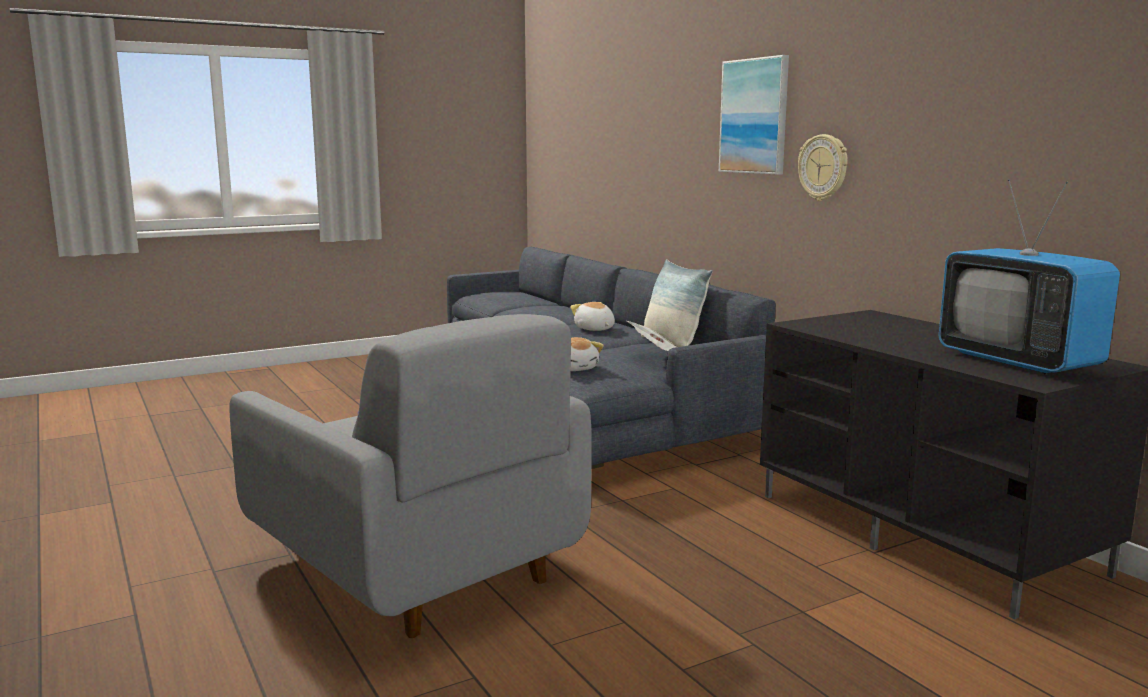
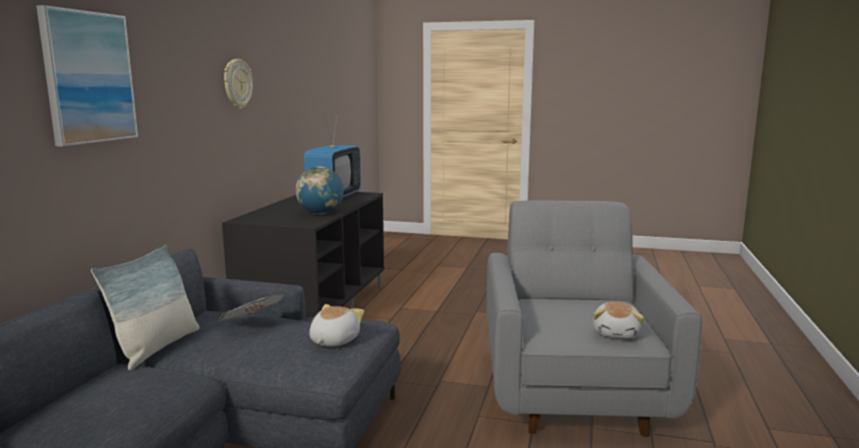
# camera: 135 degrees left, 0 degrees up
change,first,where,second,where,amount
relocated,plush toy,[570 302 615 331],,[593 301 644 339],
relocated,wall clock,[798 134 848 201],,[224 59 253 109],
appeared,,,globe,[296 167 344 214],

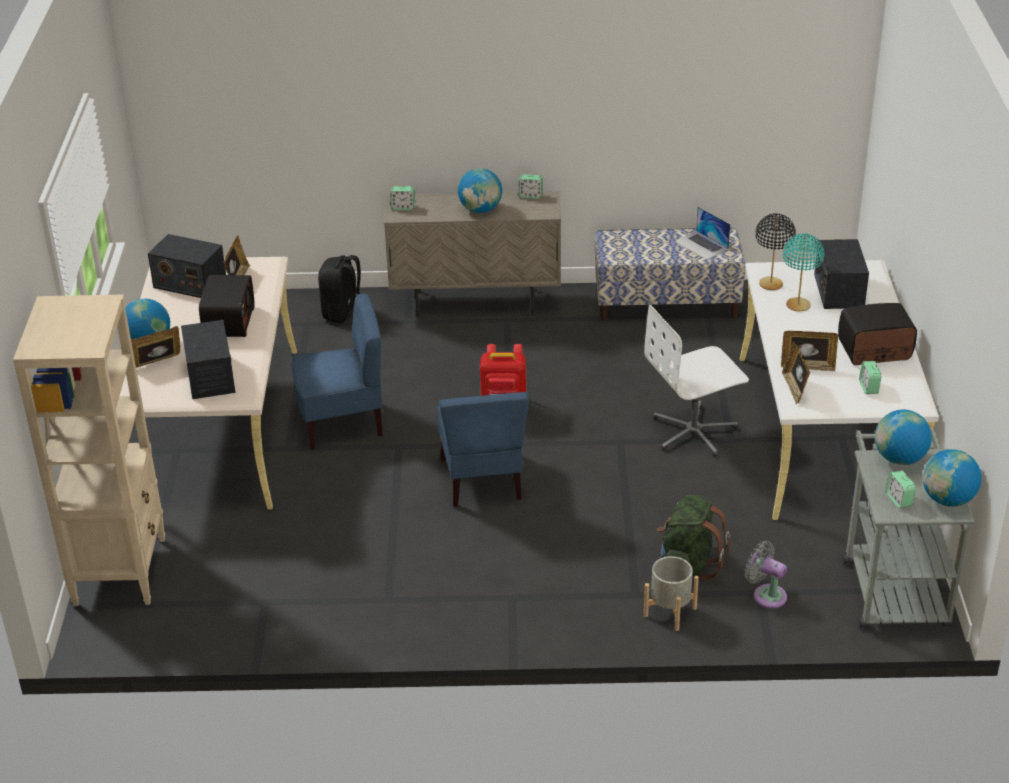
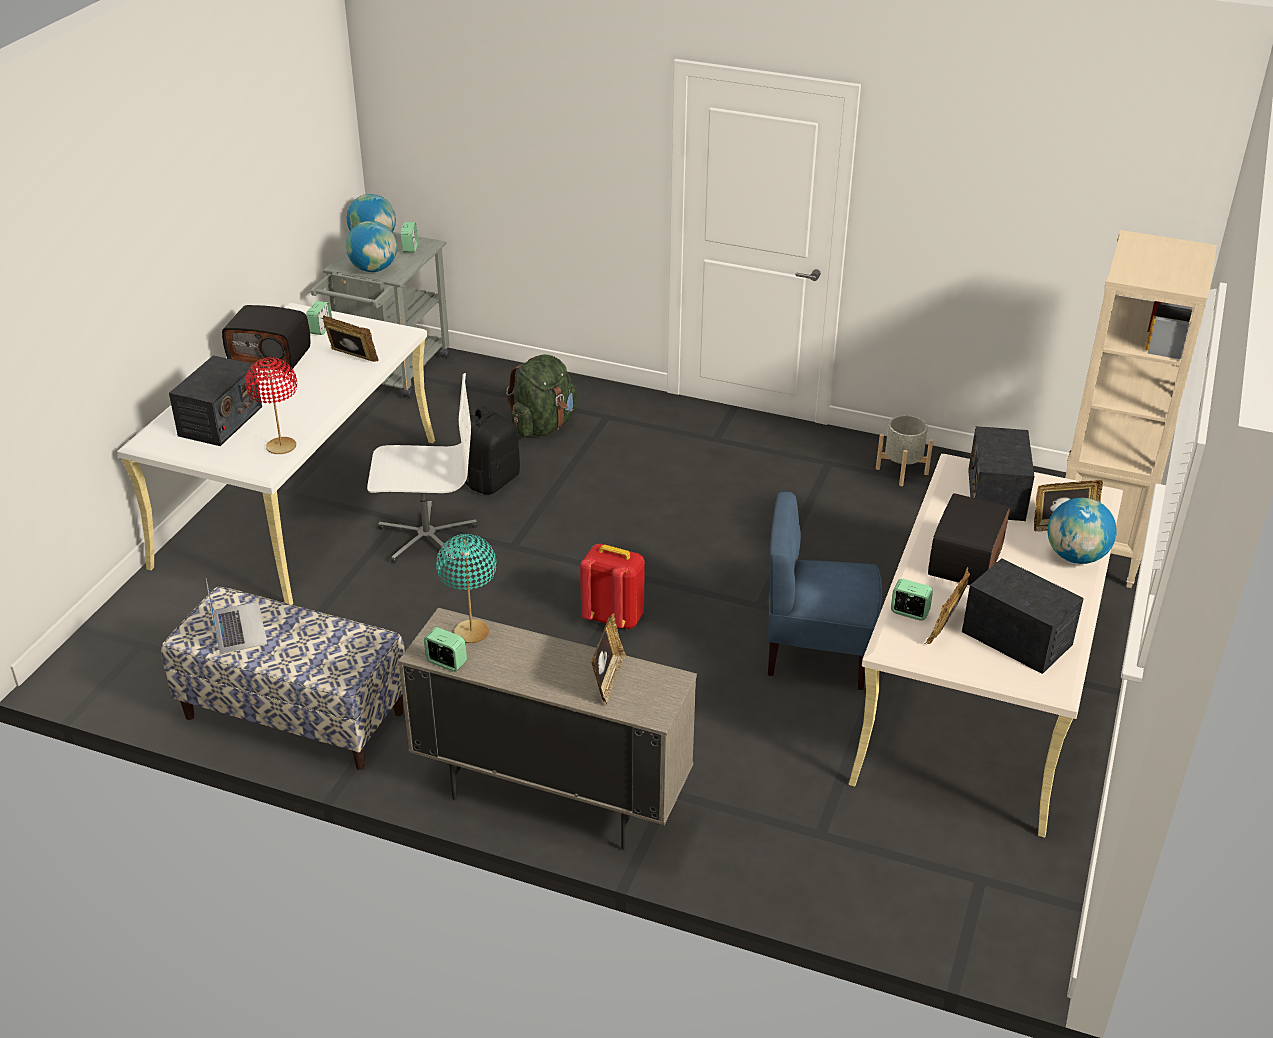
# camera: 160 degrees left, 0 degrees up
change,first,where,second,where,amount
relocated,black backpack,[318 255 361 323],,[465 406 520 495],
relocated,alarm clock,[390 186 415 210],,[891 579 933 621],
missing,blue chair,[436 392 529 507],,,
missing,globe,[458 168 502 213],,,
relocated,grey planter,[644 556 699 631],,[876 415 933 486],
missing,grey fan,[745 541 787 609],,,
colour,black table lamp,[755 213 796 290],red table lamp,[245 357 297 454],
relocated,picture frame,[782 341 810 404],,[591 613 626 704],
relocated,turquoise table lamp,[783 233 824 312],,[436 534 496 643],

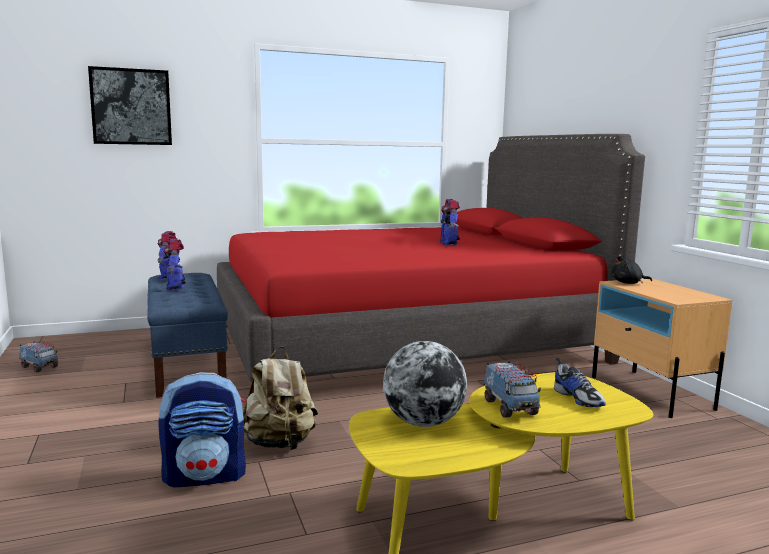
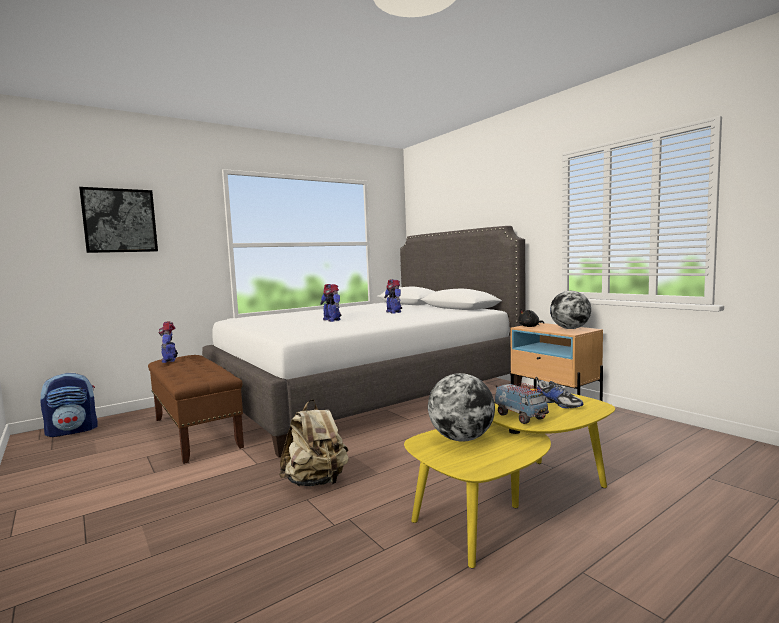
# camera: 15 degrees left, 5 degrees down
change,first,where,second,where,amount
missing,toy truck,[19 341 59 373],,,
colour,blue bench,[147 273 228 398],brown bench,[148 355 244 464],
relocated,backpack,[158 372 246 487],,[41 372 98 437],
relocated,toy robot,[164 238 186 290],,[320 284 341 322],
colour,red bed,[217 134 645 382],white bed,[202 226 526 457],
appeared,,,globe,[550 291 591 329],

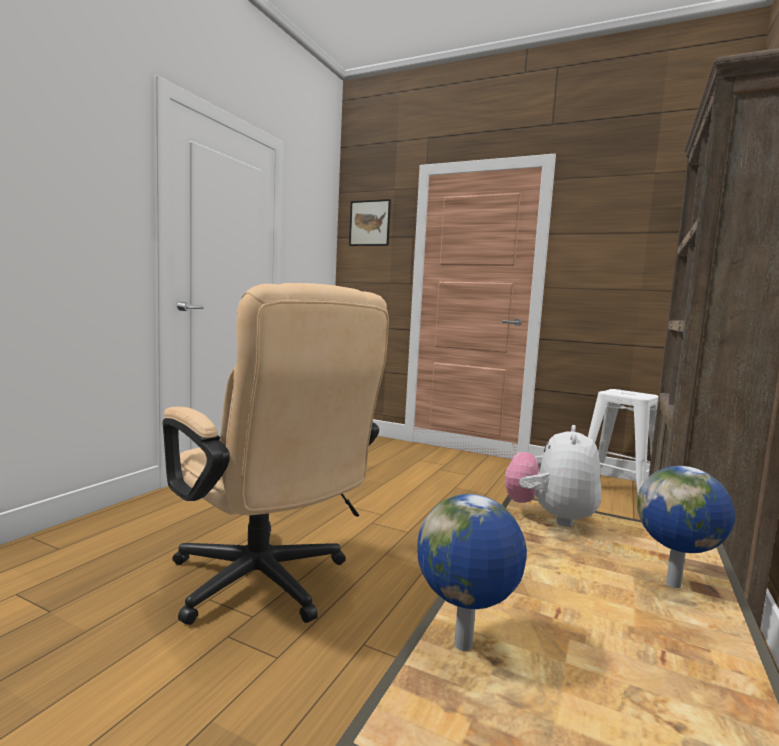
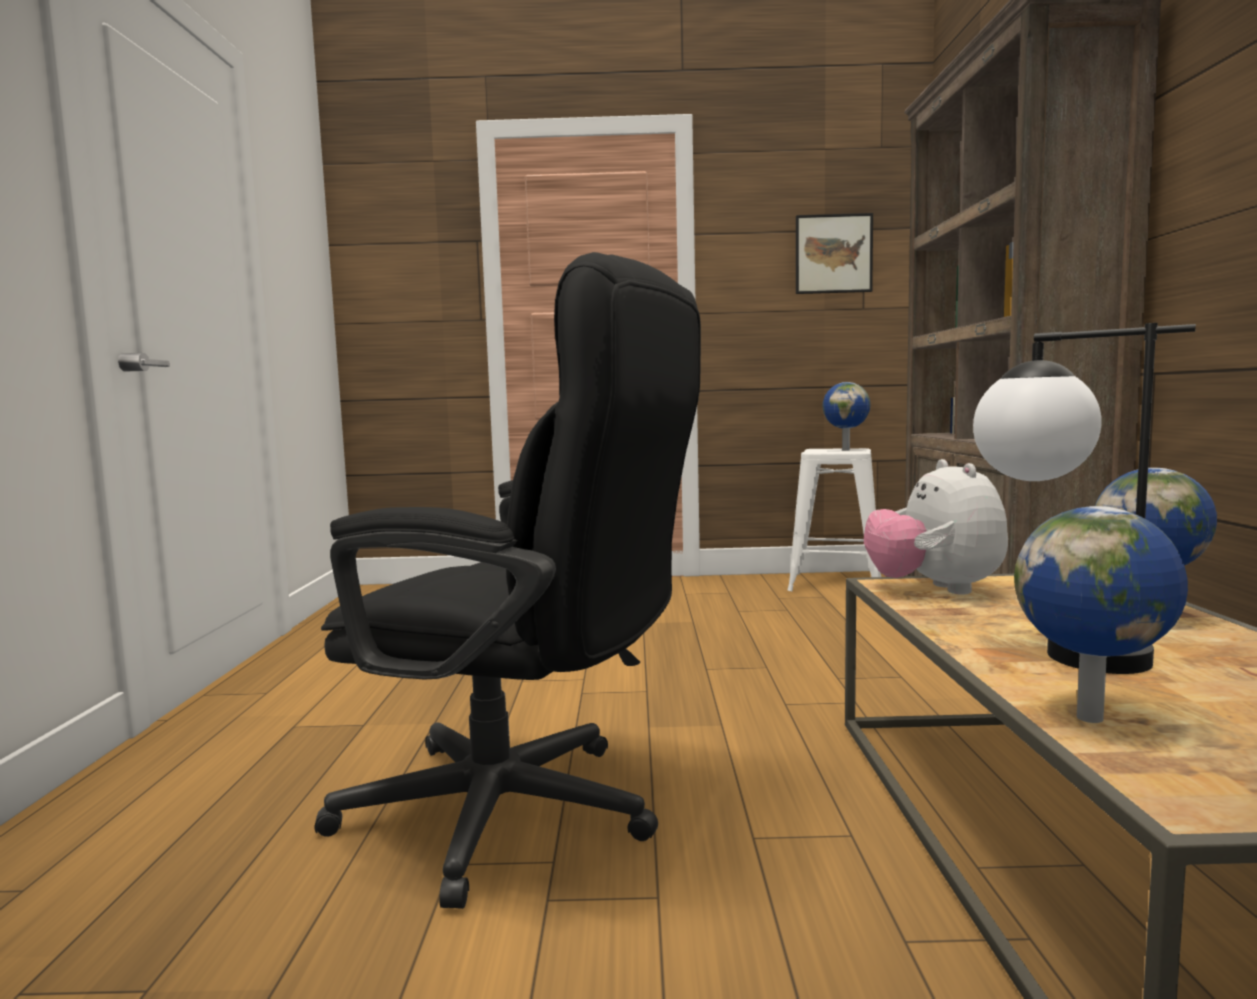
# camera: 25 degrees left, 0 degrees up
change,first,where,second,where,amount
colour,beige office chair,[163 283 389 625],black office chair,[315 252 701 909],
relocated,picture,[349 199 391 246],,[796 213 873 294],
appeared,,,globe,[823 382 870 451],
appeared,,,table lamp,[973 323 1196 674],

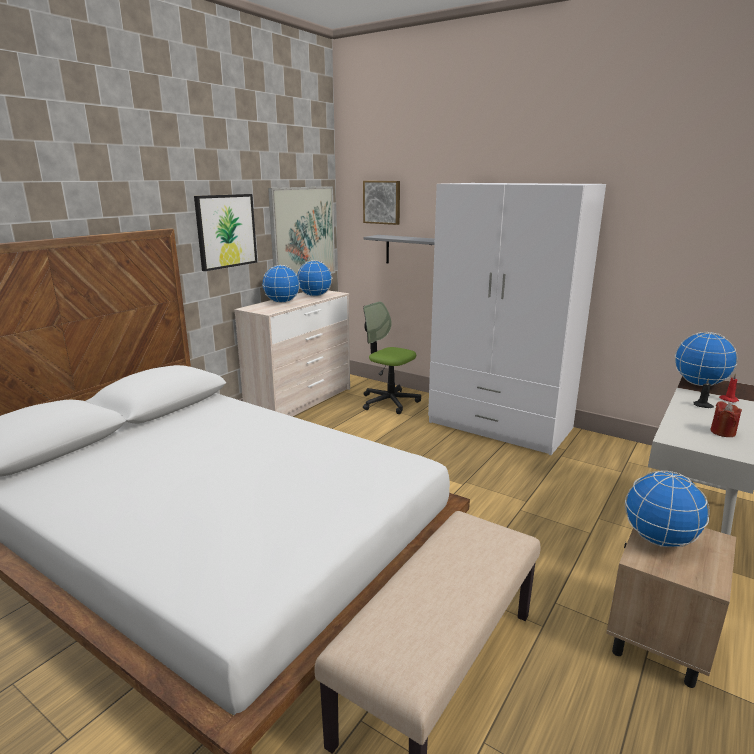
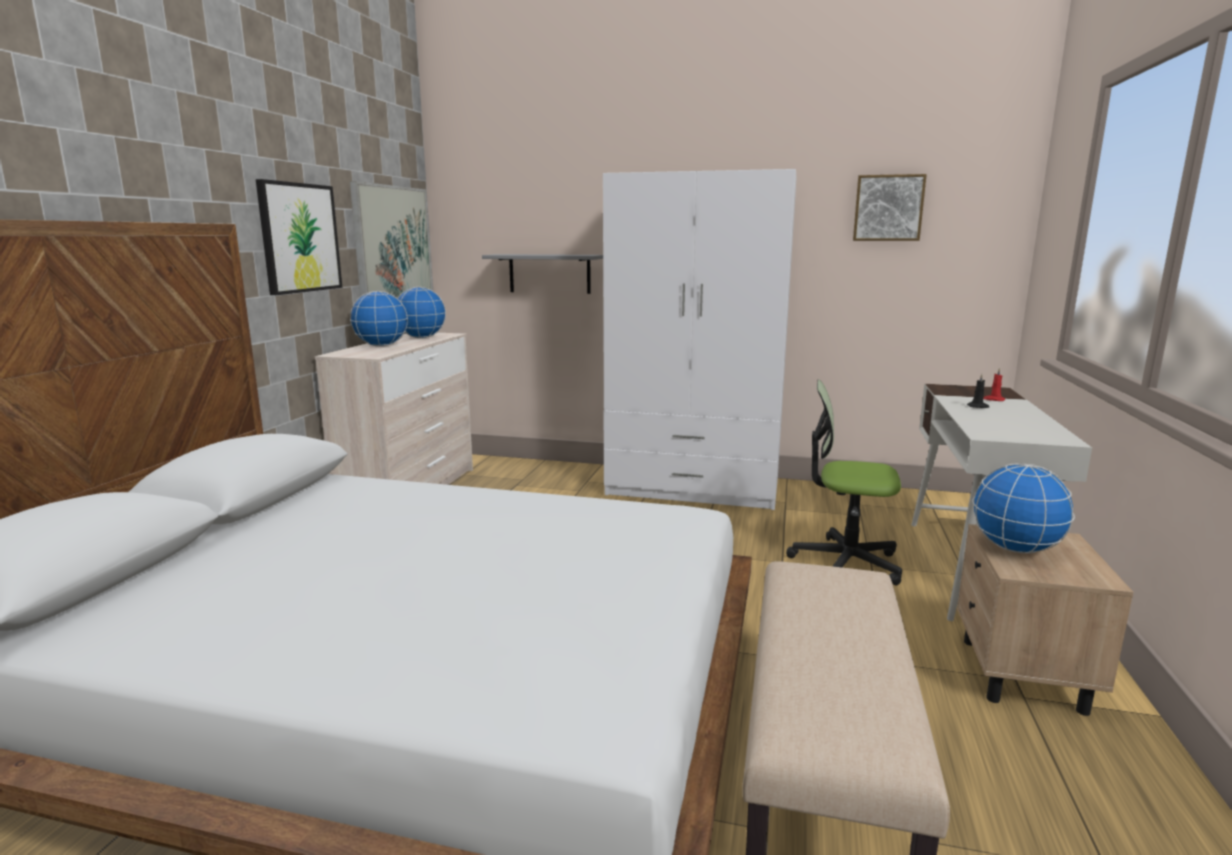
# camera: 20 degrees left, 5 degrees down
change,first,where,second,where,amount
relocated,picture,[363 181 400 225],,[853 174 927 241],
relocated,office chair,[363 302 421 414],,[786 380 902 585],
missing,globe,[675 332 738 386],,,
missing,red candle,[710 401 742 437],,,

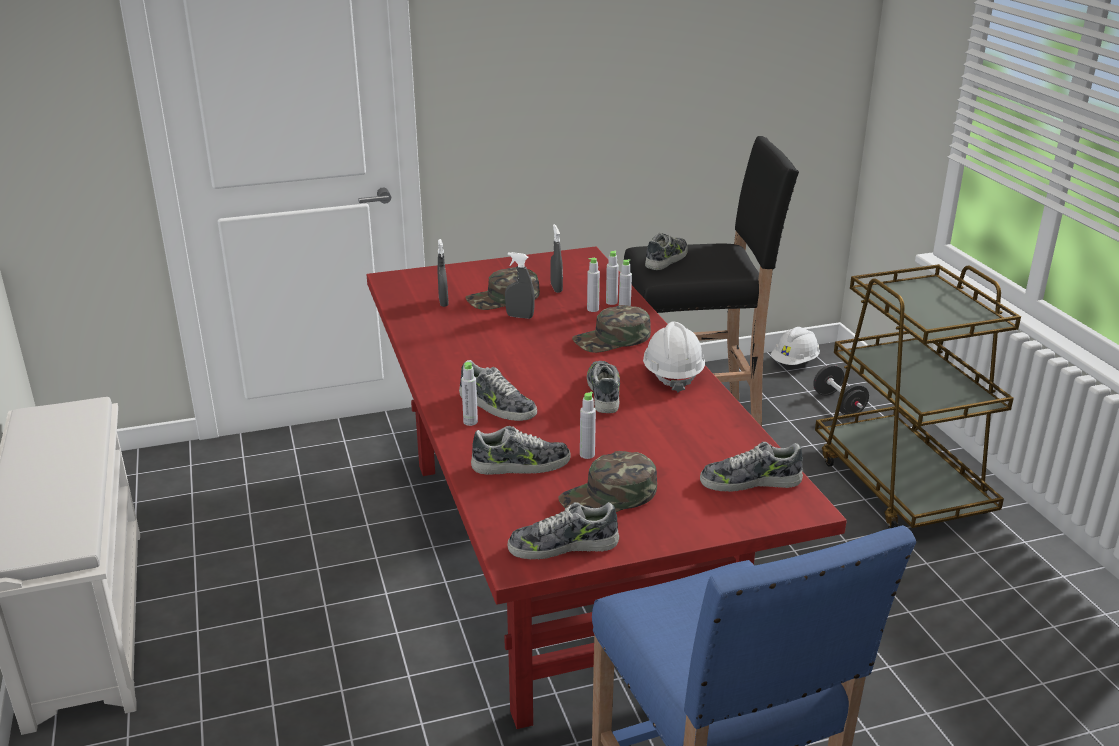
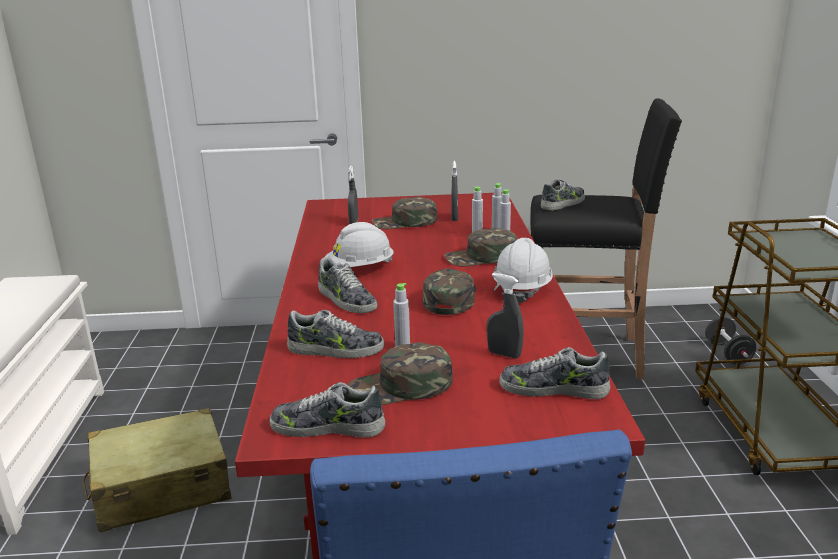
# camera: 15 degrees right, 5 degrees down
change,first,where,second,where,amount
missing,grey bottle,[461 362 478 426],,,
relocated,grey spray bottle,[505 252 535 319],,[487 273 524 358],
exchanged,shoe,[587 361 620 413],green cap,[423 269 476 315],
relocated,white hard hat,[771 327 820 365],,[325 222 394 267],
appeared,,,beige suitcase,[83 408 231 533],

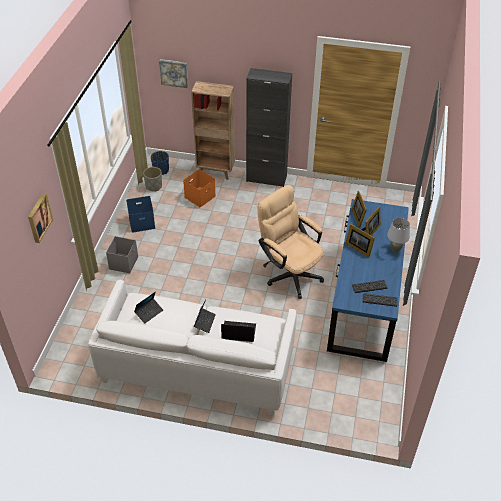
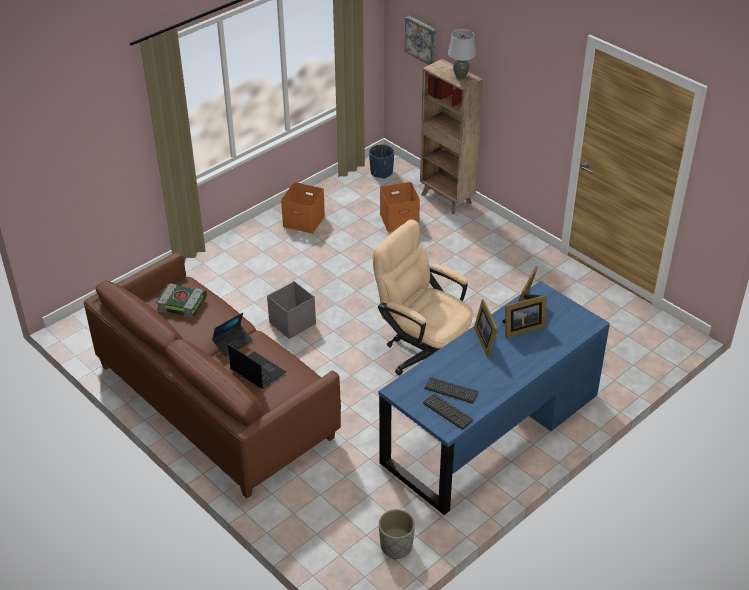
# camera: 35 degrees right, 5 degrees down
change,first,where,second,where,amount
missing,picture,[28 193 53 243],,,
colour,white sofa,[88 280 296 415],brown sofa,[84 252 341 499],
relocated,grey storage box,[106 236 138 273],,[267 281 316 339],
colour,blue storage box,[126 196 155 233],orange storage box,[281 182 325 234],
exchanged,laptop,[134 292 163 324],book,[156 283 207 318],
relocated,grey planter,[143 167 162 191],,[379 509 415 559],
missing,black cabinet,[246 68 292 187],,,
spun,beige office chair,[258 185 324 299],,[373 219 473 375],45 degrees counterclockwise
relocated,grey table lamp,[387 218 410 253],,[448 29 476 79],

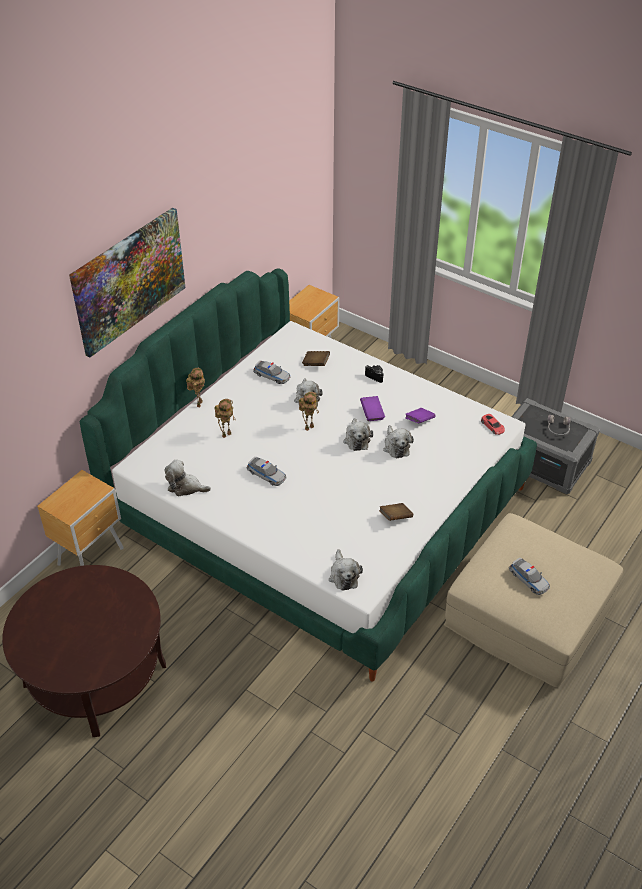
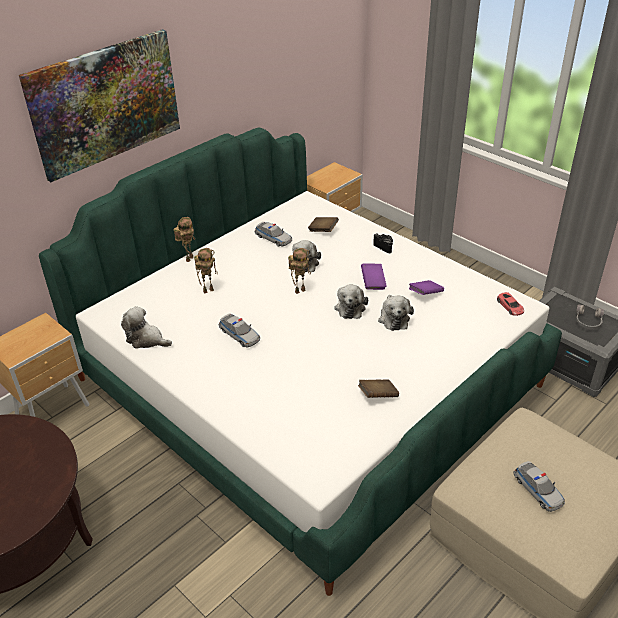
# camera: 10 degrees right, 5 degrees down
change,first,where,second,where,amount
missing,plush toy,[329 549 363 591],,,

